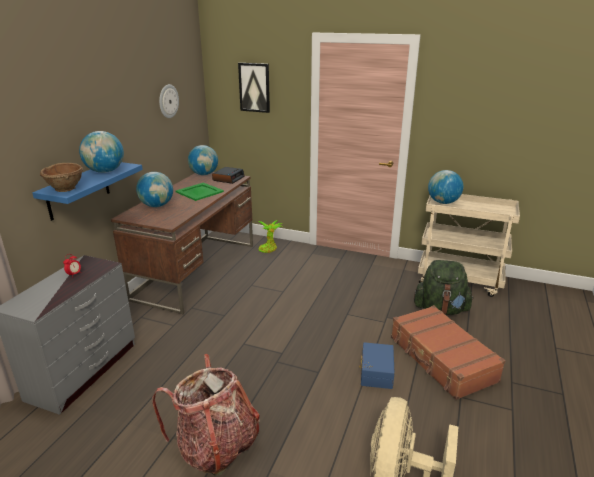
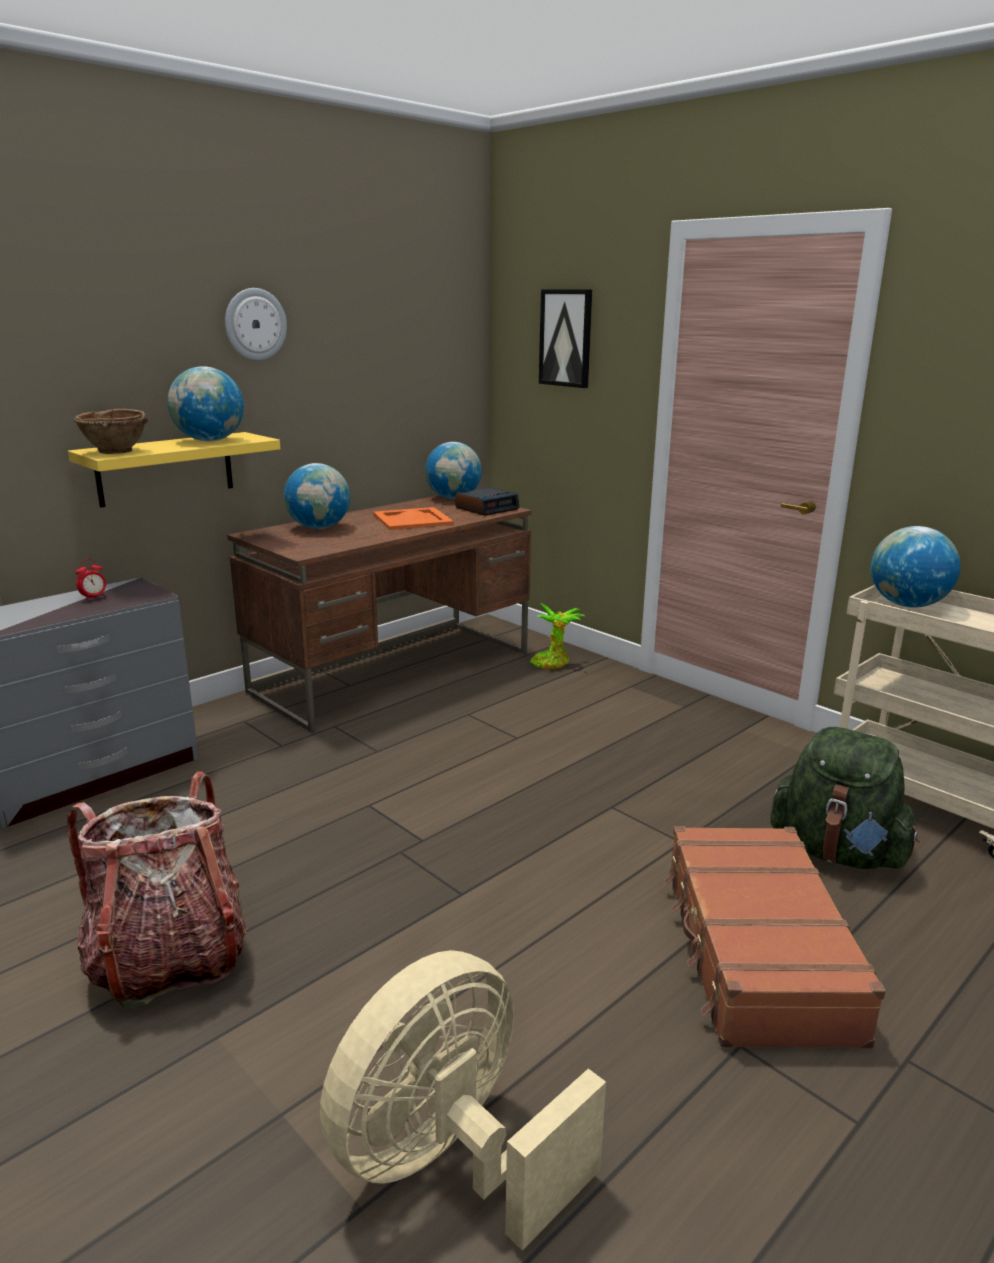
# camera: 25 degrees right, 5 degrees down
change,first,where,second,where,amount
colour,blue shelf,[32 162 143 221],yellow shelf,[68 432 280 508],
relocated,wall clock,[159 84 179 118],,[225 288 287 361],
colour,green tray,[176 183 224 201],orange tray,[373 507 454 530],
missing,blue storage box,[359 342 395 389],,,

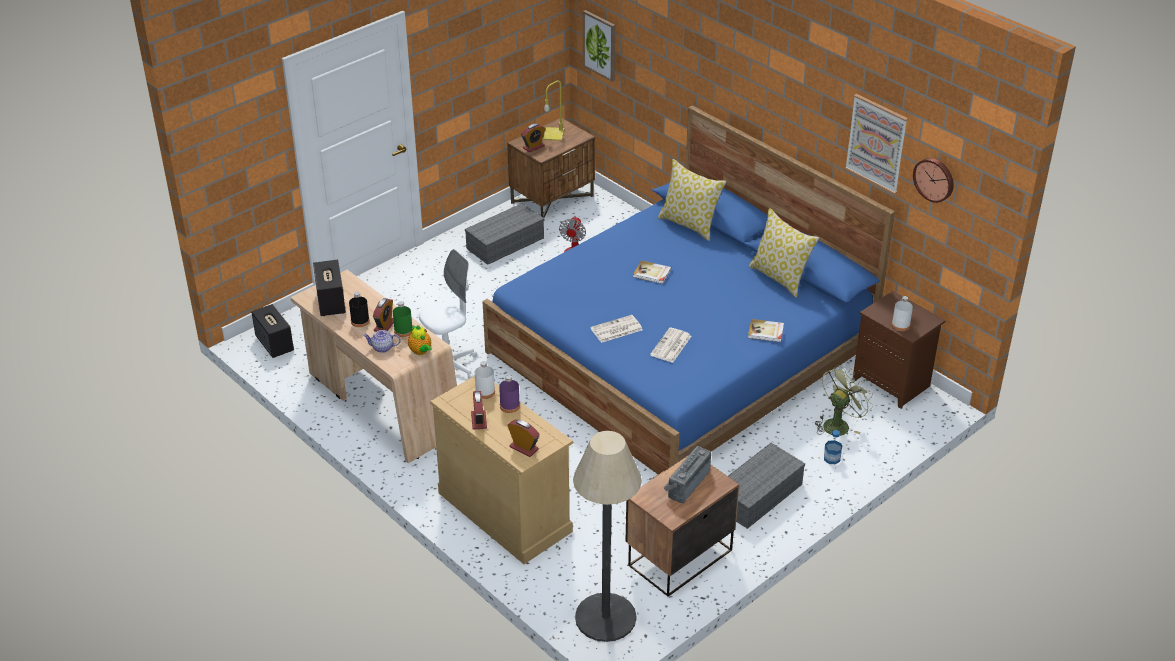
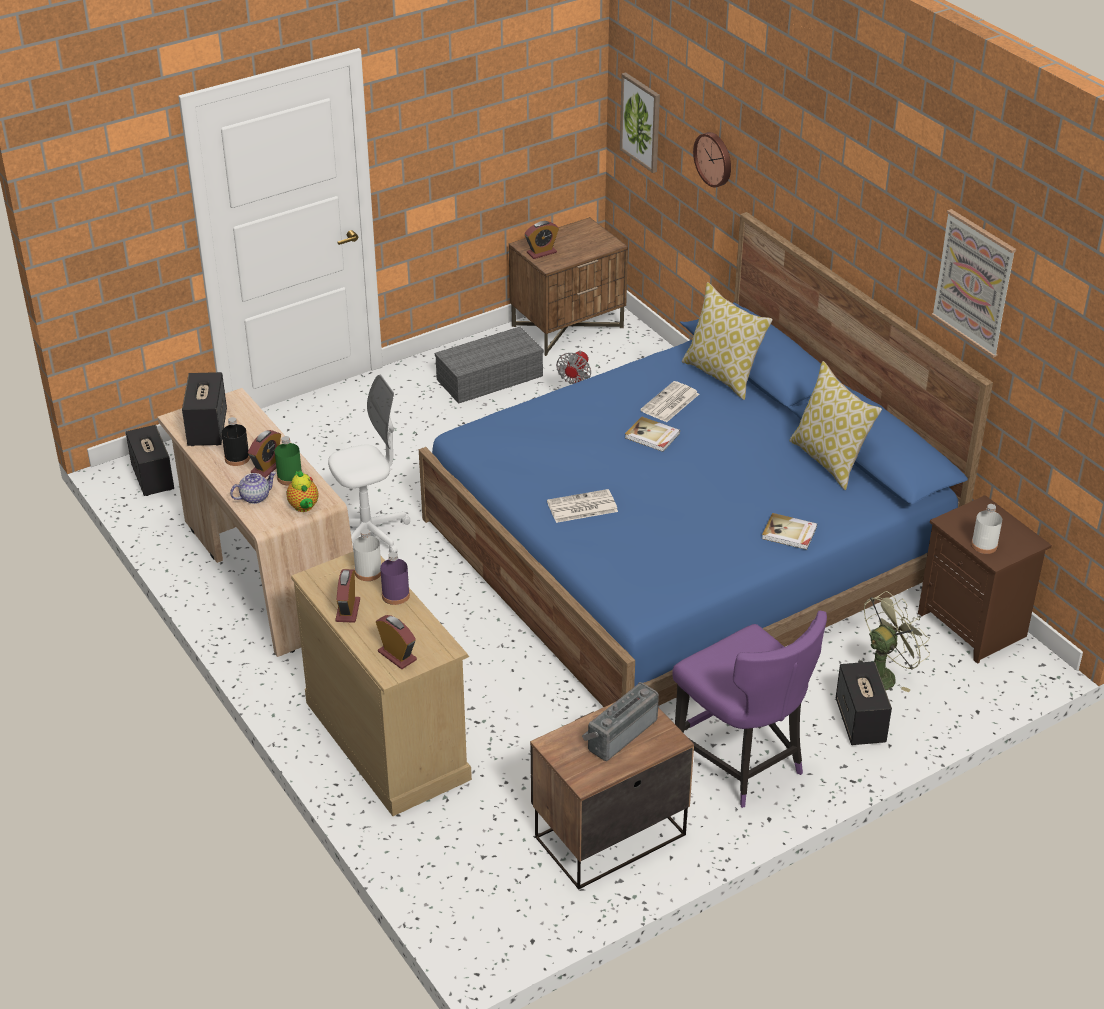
# camera: 10 degrees right, 0 degrees up
change,first,where,second,where,amount
spun,teapot,[363 330 401 353],,[230 472 276 504],135 degrees clockwise
missing,yellow table lamp,[543 80 564 141],,,
missing,floor lamp,[573 431 642 642],,,
relocated,newspaper,[650 328 692 363],,[640 381 699 422],
exchanged,grey storage box,[728 443 805 529],purple chair,[672 611 827 808],
exchanged,bottle,[824 430 842 464],speaker,[836 661 892 745],
relocated,wall clock,[913 158 954 203],,[693 132 731 187],

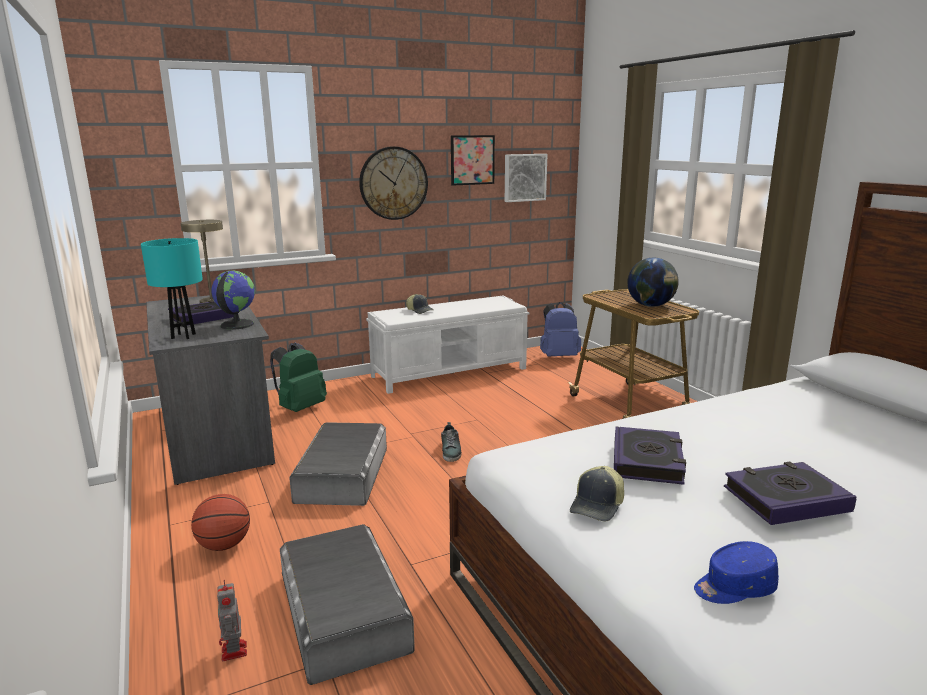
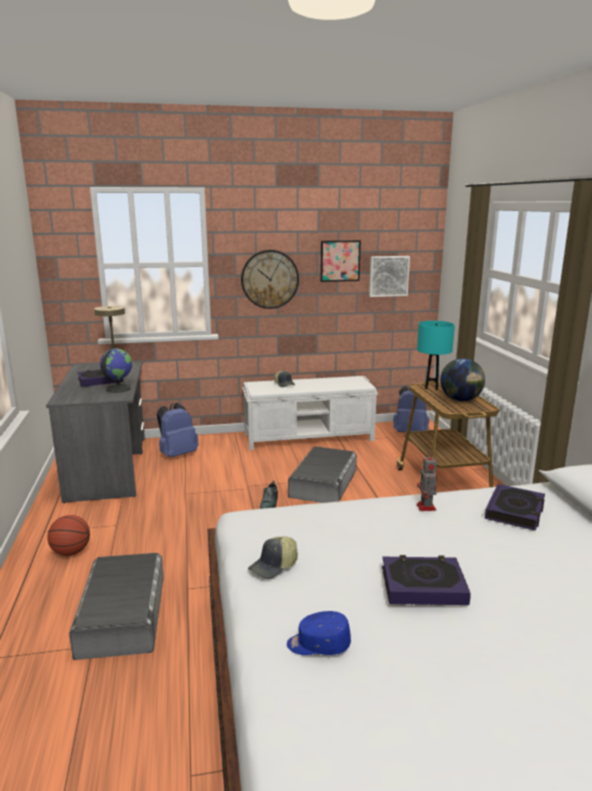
# camera: 15 degrees right, 0 degrees up
change,first,where,second,where,amount
relocated,turquoise table lamp,[141 238 203 339],,[417 321 455 390],
relocated,toy robot,[217 580 247 661],,[416 452 437 511],
colour,green backpack,[270 343 327 412],blue backpack,[157 403 199 458],
relocated,grey storage box,[289 422 387 506],,[288 446 357 503],
relocated,book,[614 426 686 485],,[485 484 545 531],

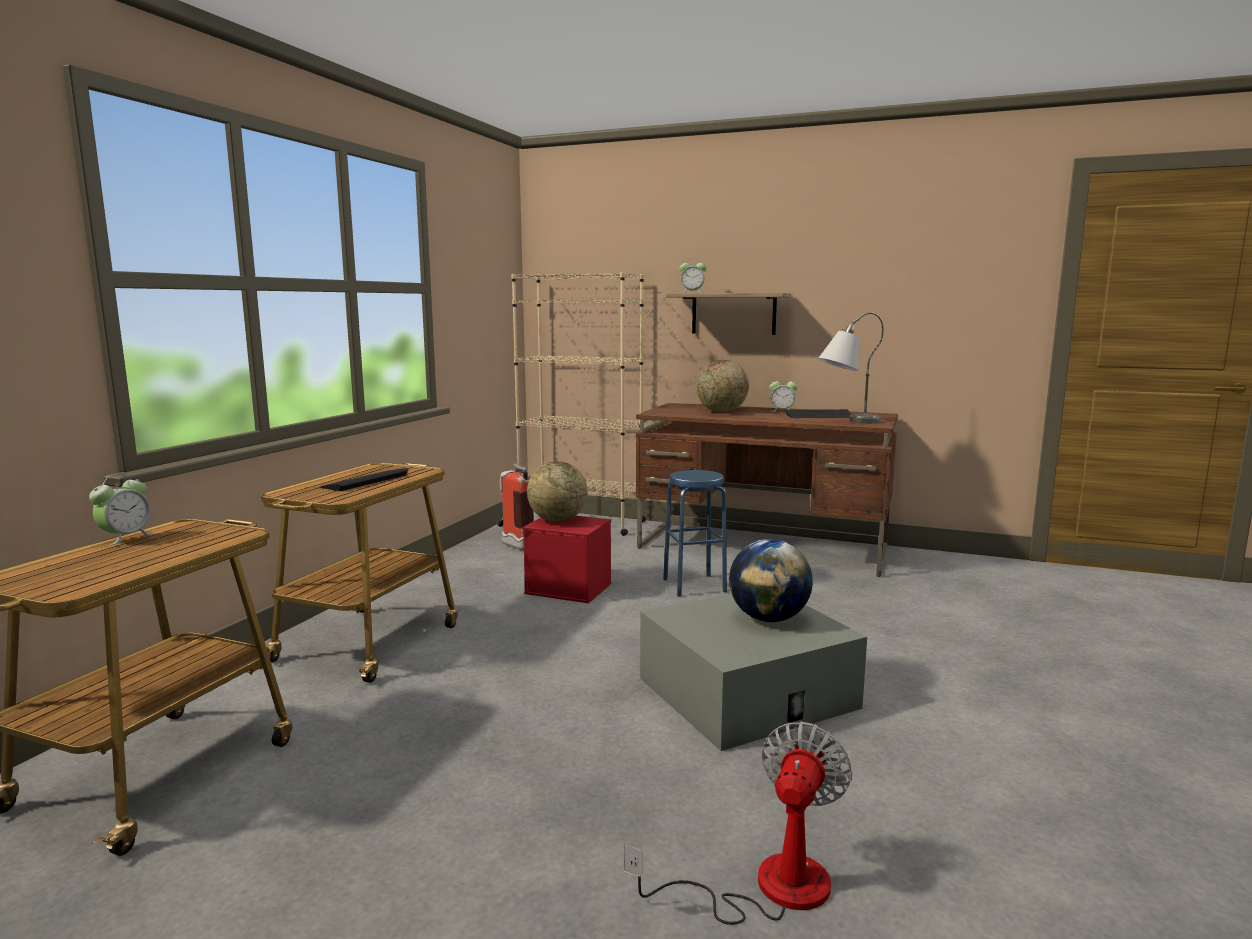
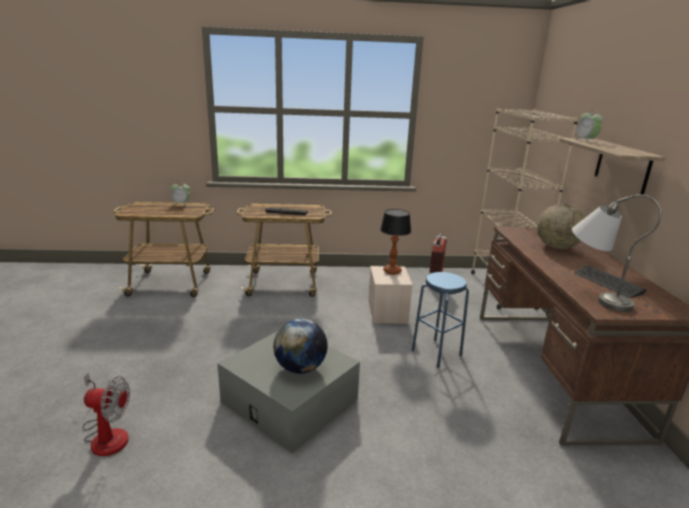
# camera: 65 degrees right, 10 degrees up
change,first,where,second,where,amount
colour,red storage box,[522 516 611 603],beige storage box,[368 266 413 324],
exchanged,globe,[527 461 588 522],table lamp,[380 209 411 275],
missing,alarm clock,[769 378 798 412],,,

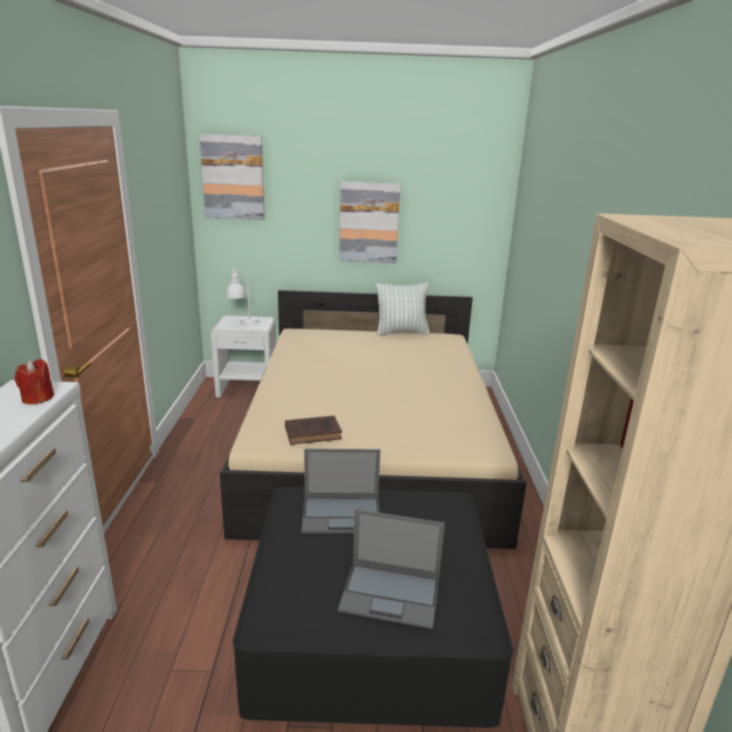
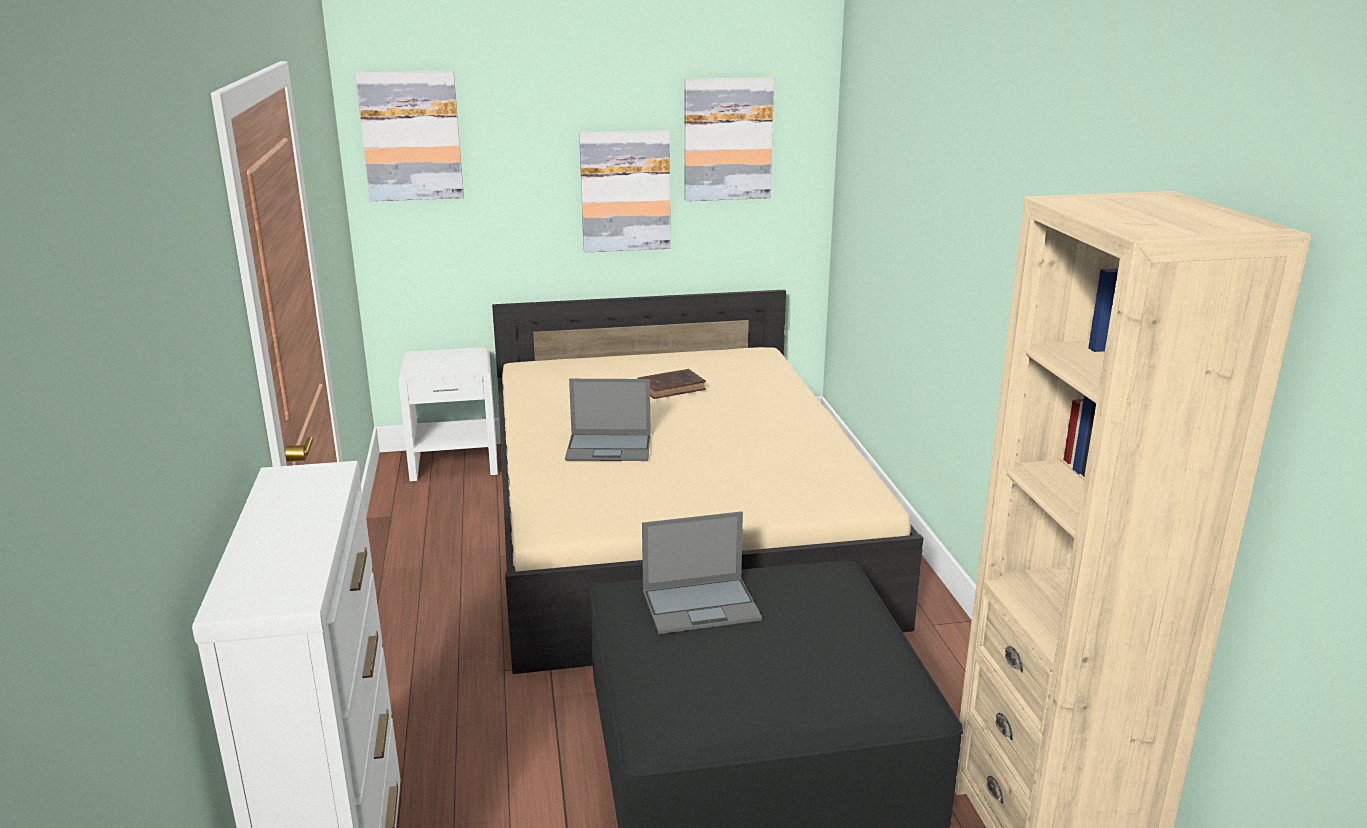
# camera: 10 degrees left, 0 degrees up
change,first,where,second,where,amount
missing,red candle,[15 359 54 404],,,
missing,white table lamp,[226 269 259 325],,,
relocated,brown book,[285 416 342 445],,[637 369 706 399],
relocated,laptop,[338 509 445 629],,[565 379 651 461],
missing,pillow,[376 283 429 335],,,
appeared,,,picture,[684 77 774 201],

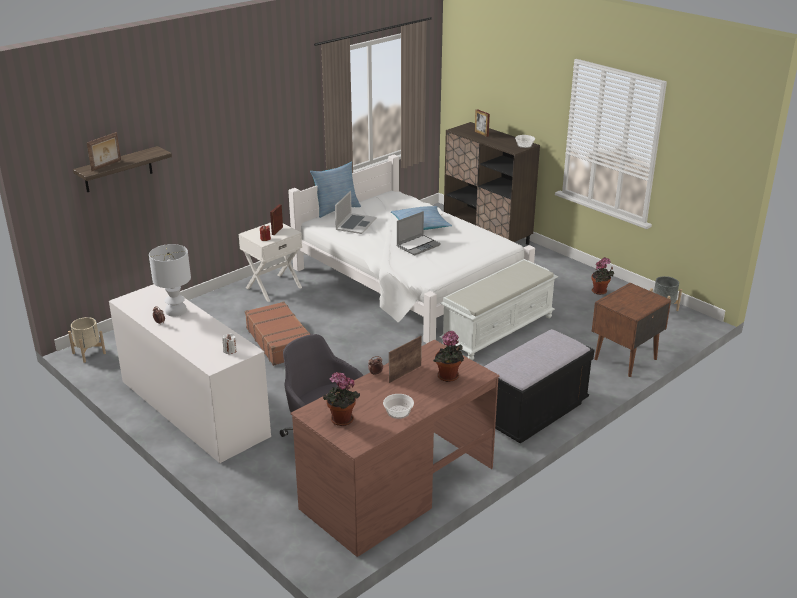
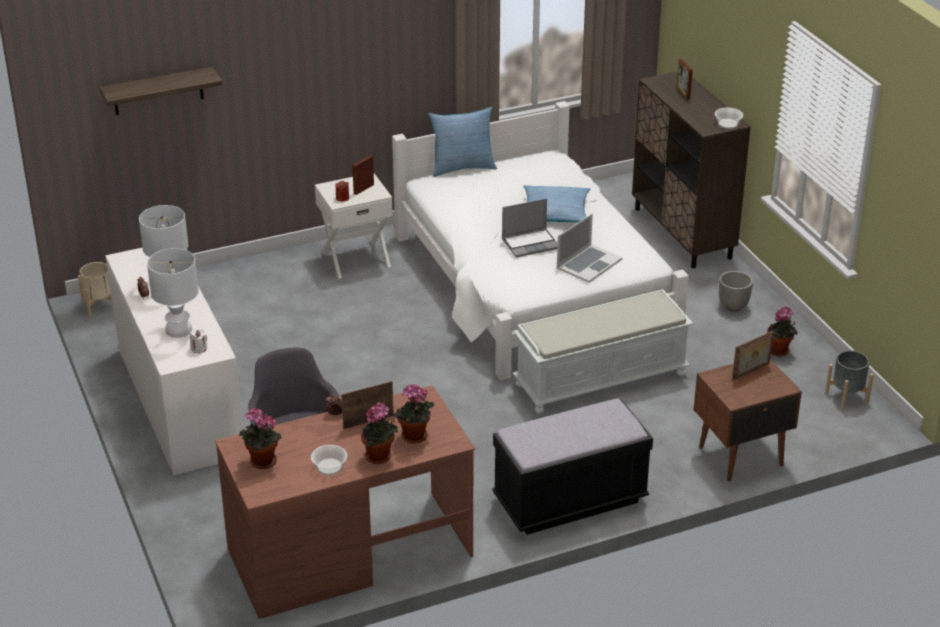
# camera: 20 degrees right, 5 degrees up
change,first,where,second,where,amount
relocated,picture frame,[87 132 121 171],,[732 331 773 380],
missing,brown suitcase,[245 301 310 366],,,
relocated,laptop,[335 190 376 234],,[557 213 623 283],
appeared,,,white table lamp,[147 248 199 338],
appeared,,,potted plant,[361 402 398 464],
appeared,,,planter,[719 271 753 312],

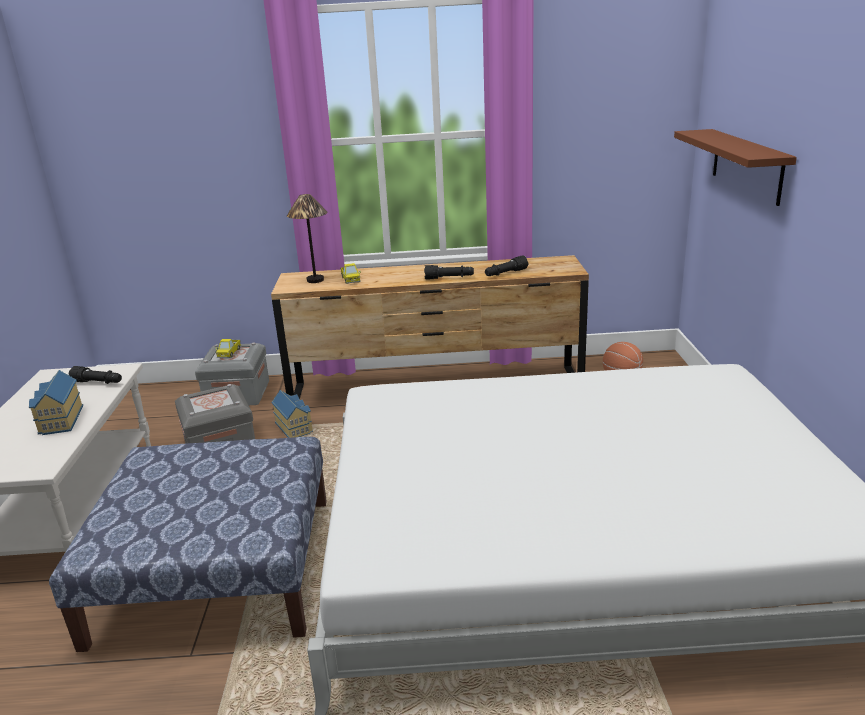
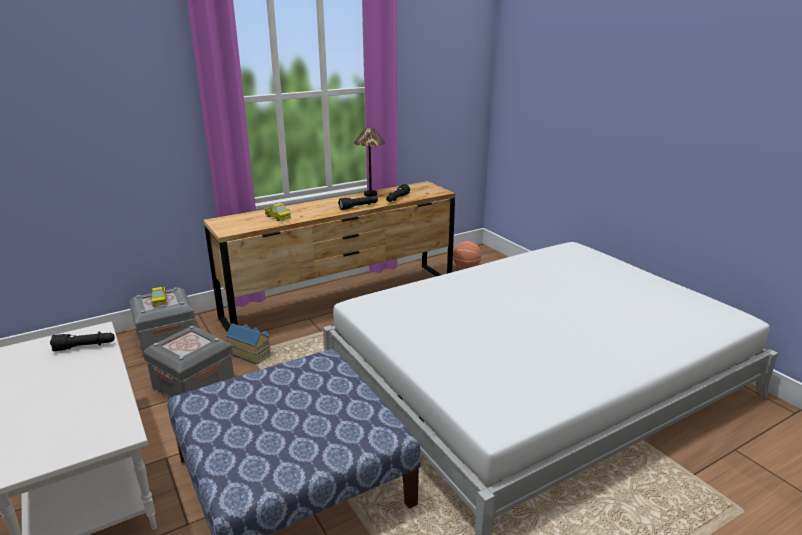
# camera: 30 degrees left, 0 degrees up
change,first,where,second,where,amount
missing,toy house,[29 370 83 435],,,
relocated,table lamp,[287 194 327 283],,[354 127 385 197],
missing,brown shelf,[674 129 797 206],,,

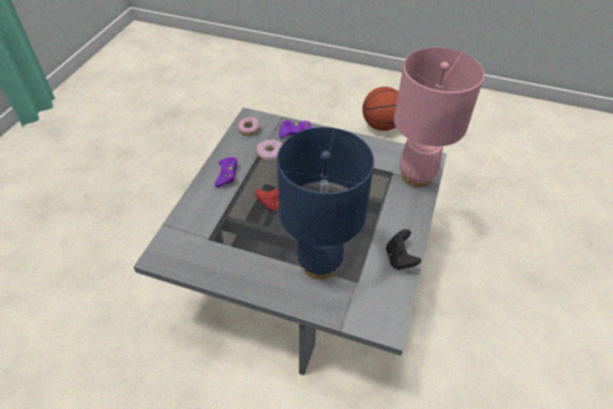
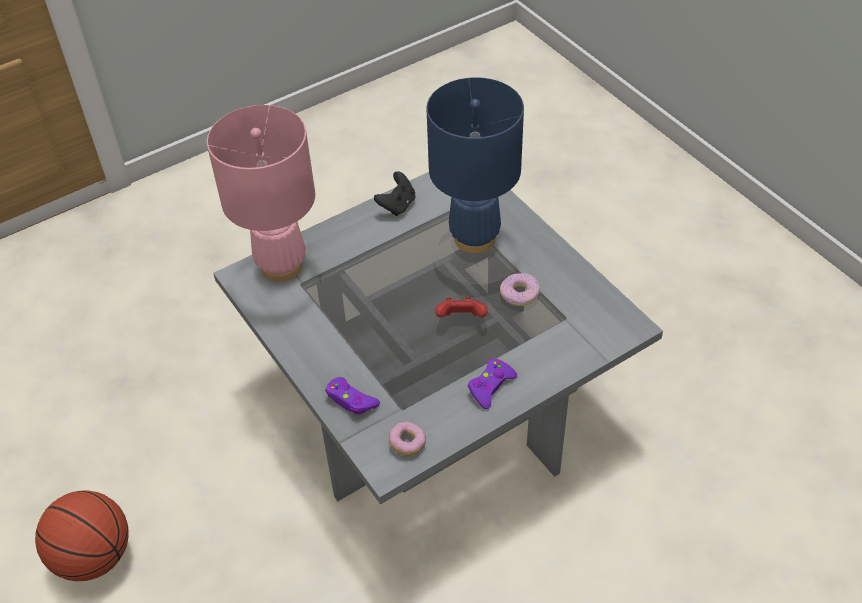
# camera: 140 degrees left, 0 degrees up
change,first,where,second,where,amount
relocated,donut,[256 139 282 161],,[500 273 540 306],

